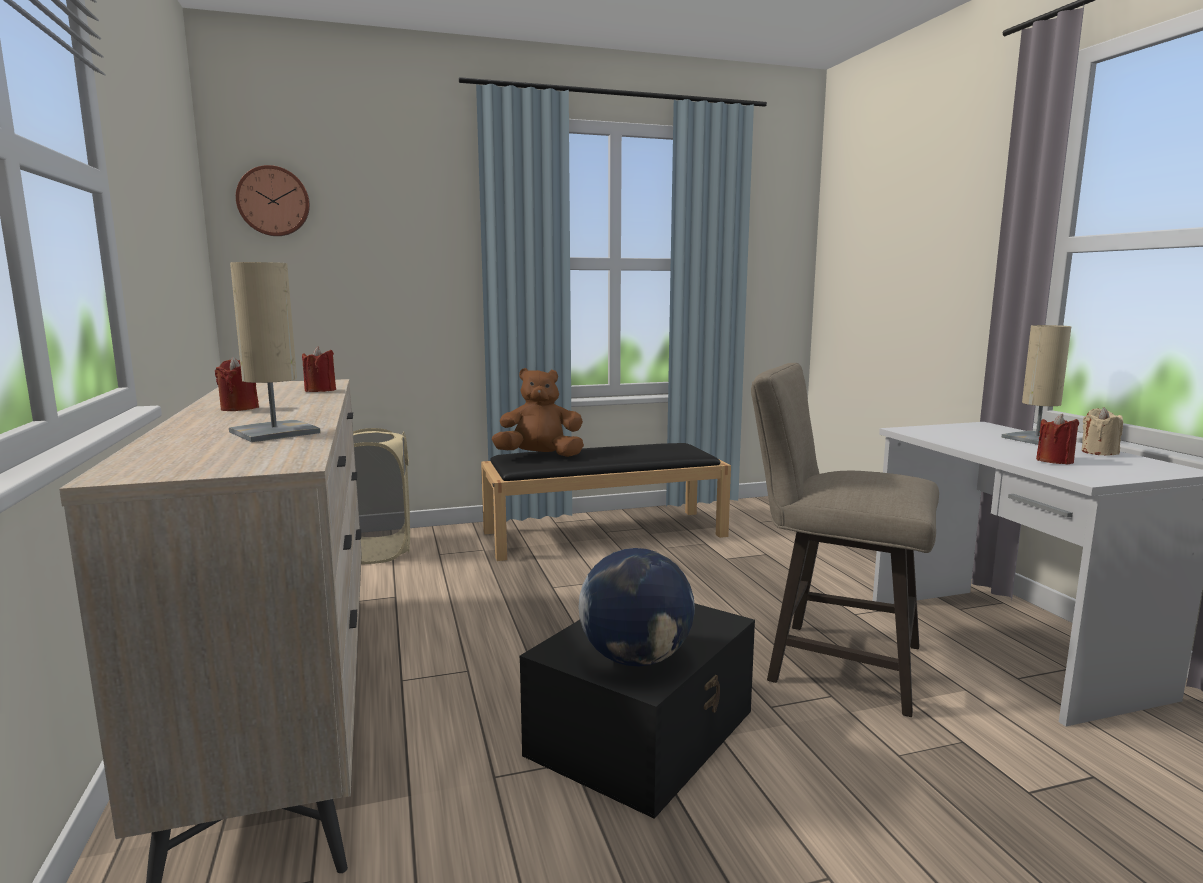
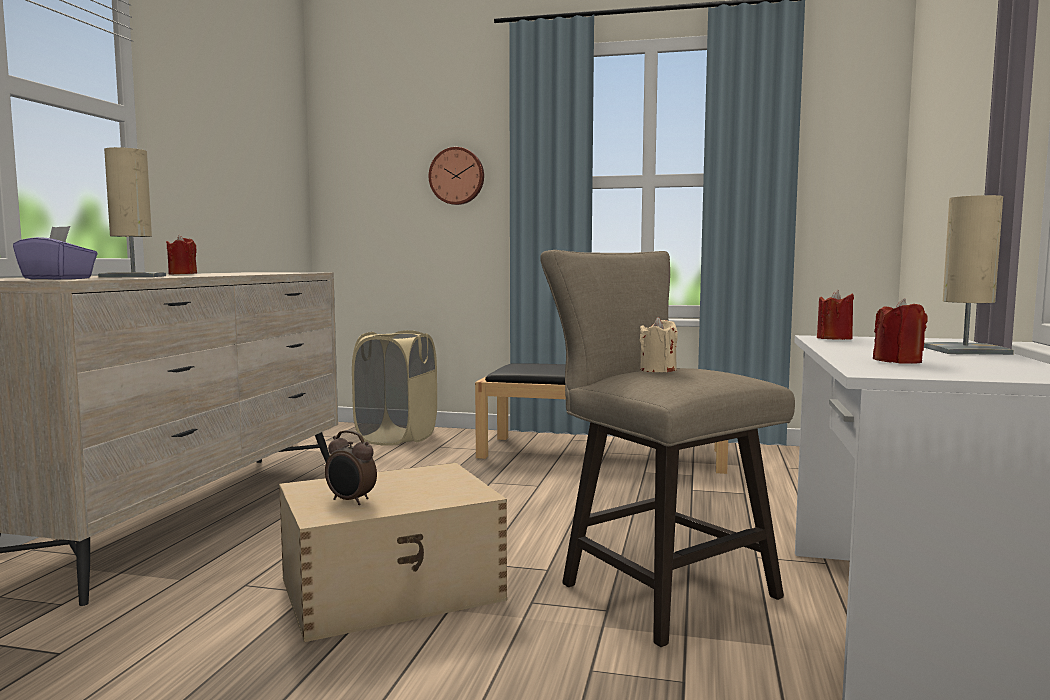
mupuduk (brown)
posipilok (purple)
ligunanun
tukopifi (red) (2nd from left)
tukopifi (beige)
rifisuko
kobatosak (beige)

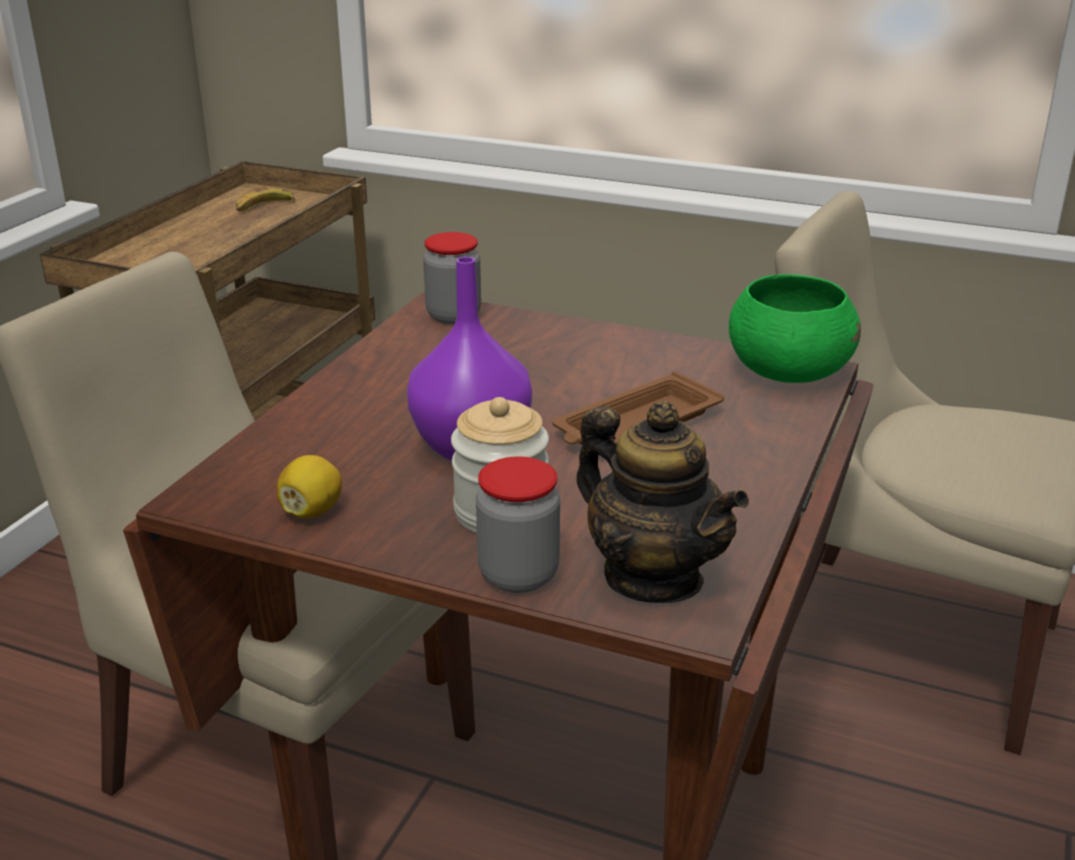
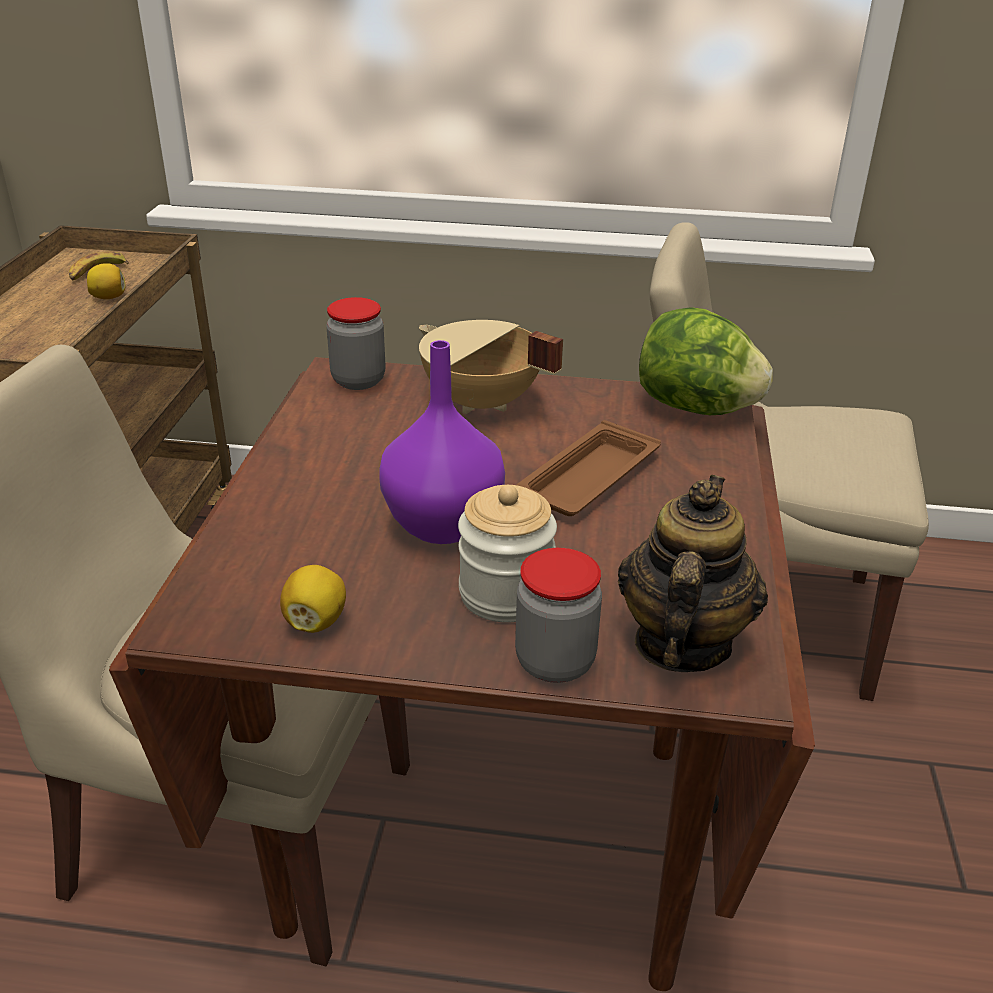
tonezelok (1st from left)
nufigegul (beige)
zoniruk
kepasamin

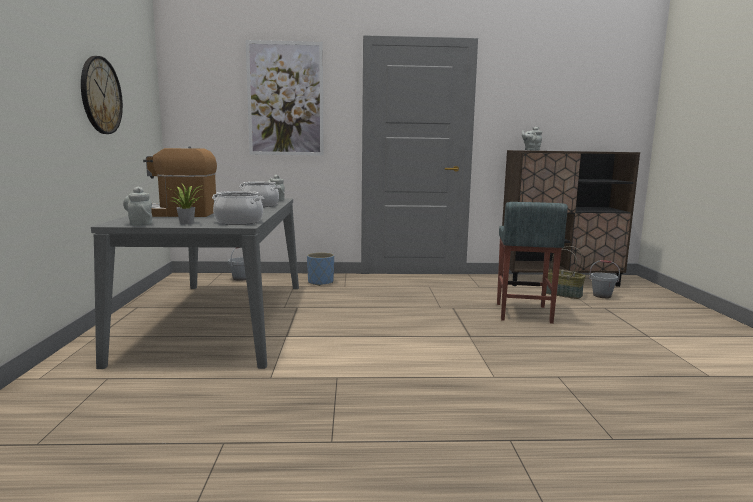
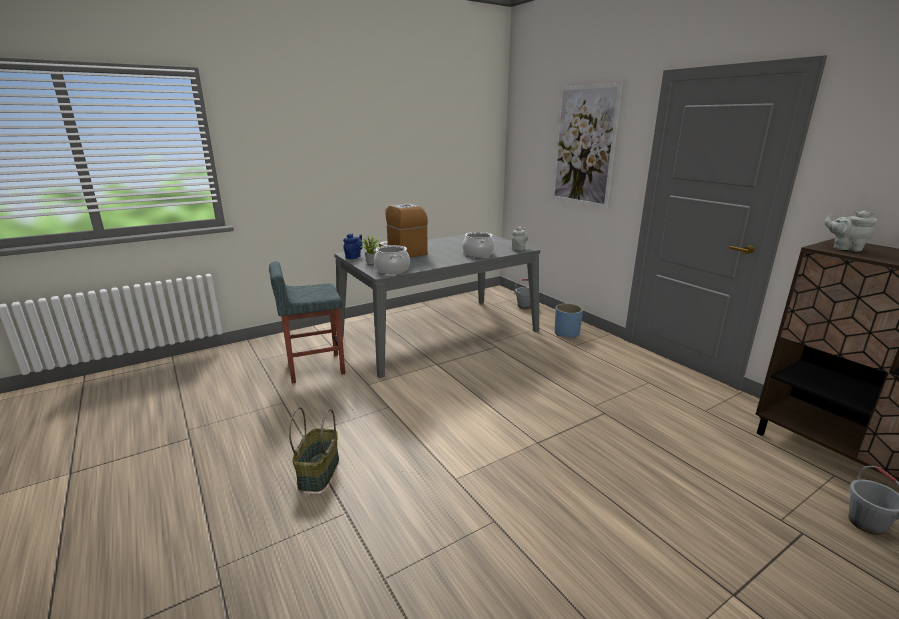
ligunanun
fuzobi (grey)
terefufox
kepasamin (blue)

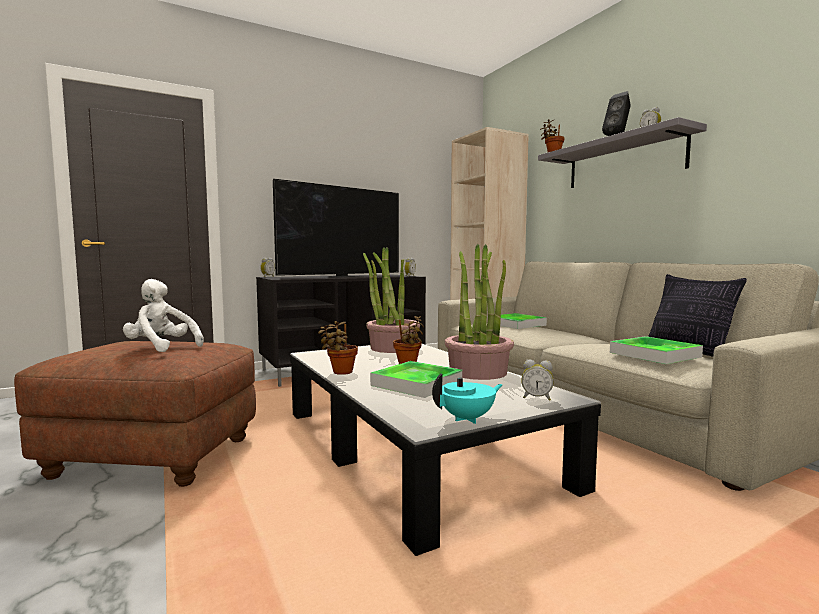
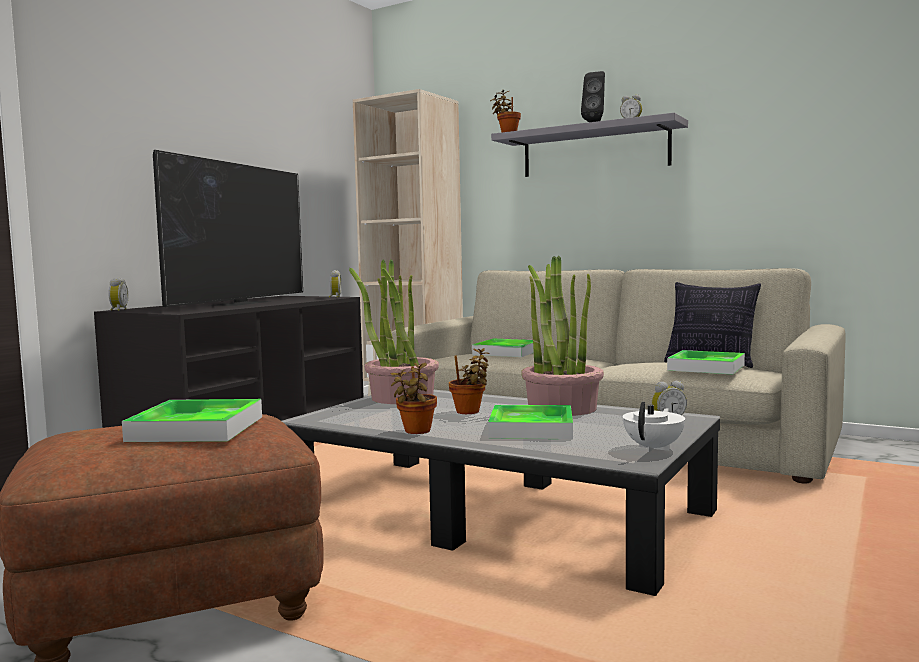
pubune (1st from left)
kepasamin (white)

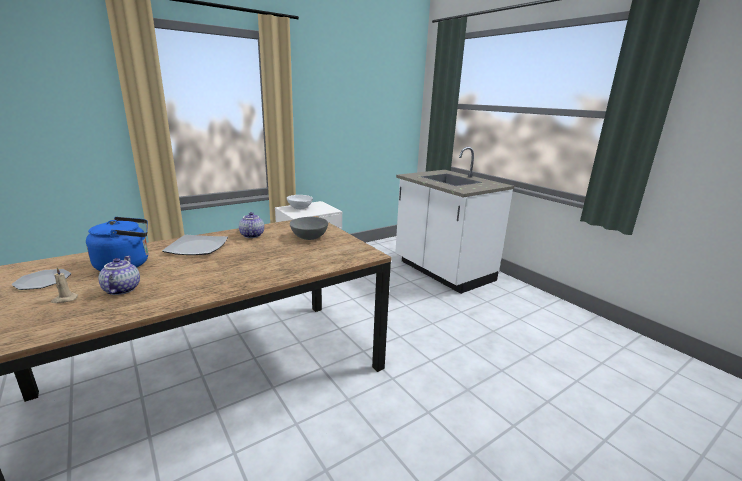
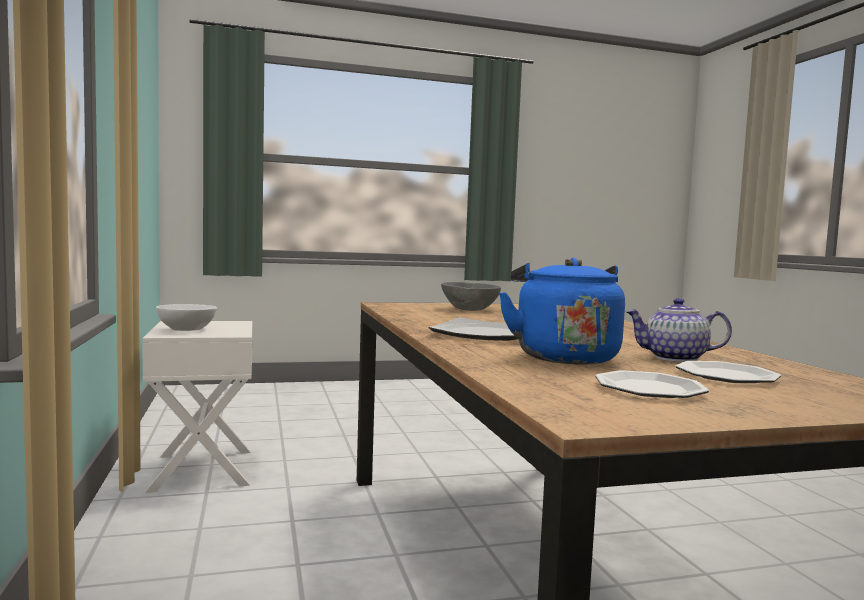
kepasamin (2nd from left in the first image)
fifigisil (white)
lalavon (3rd from left)

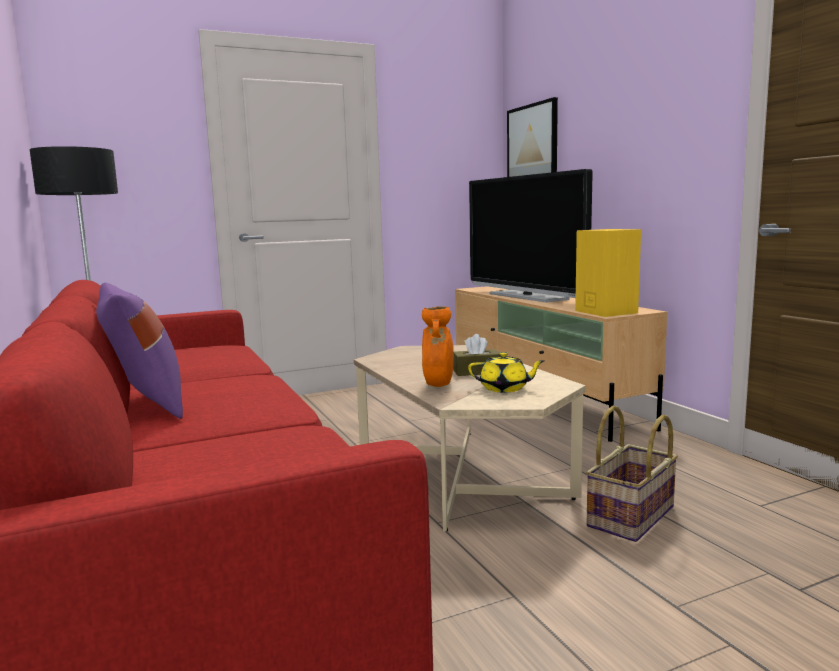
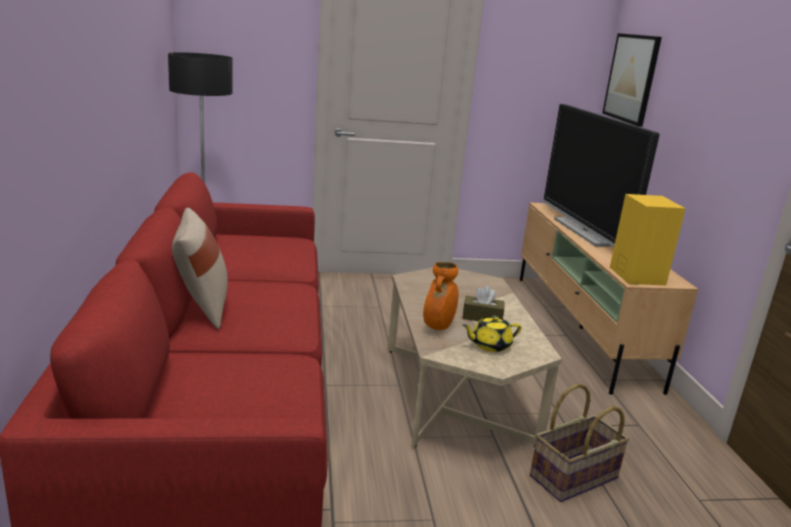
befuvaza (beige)
kepasamin (yellow)

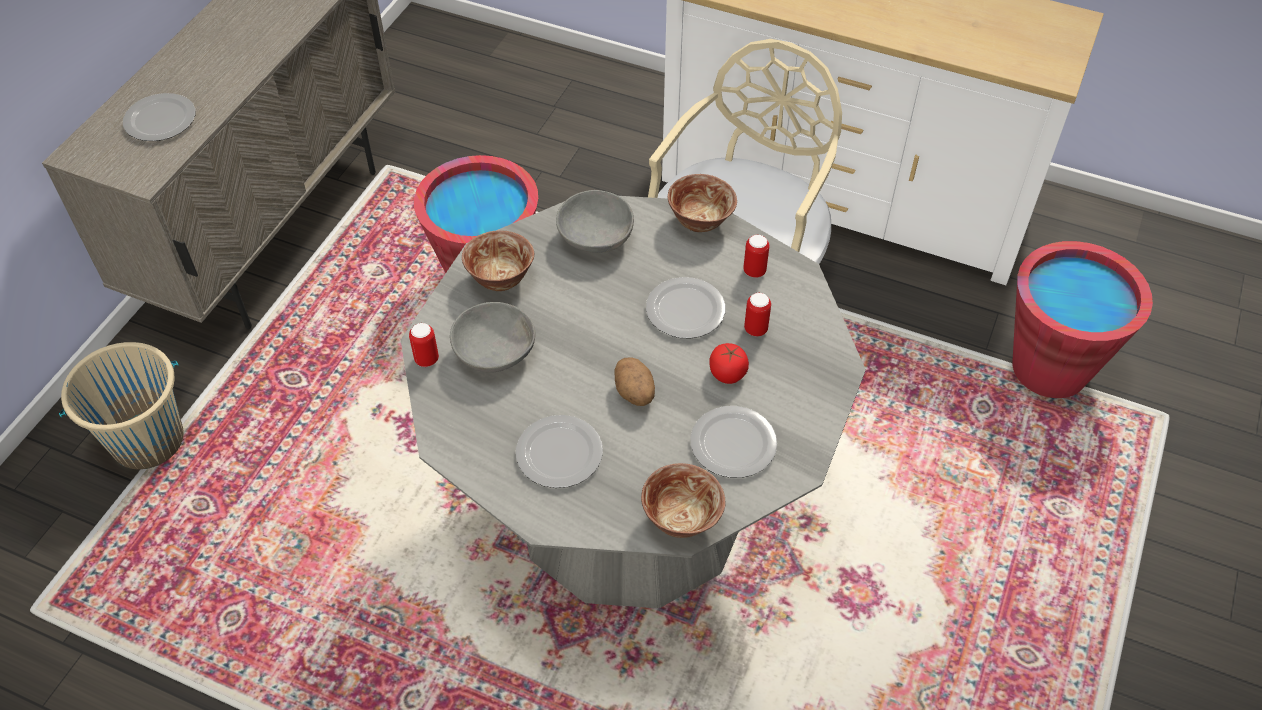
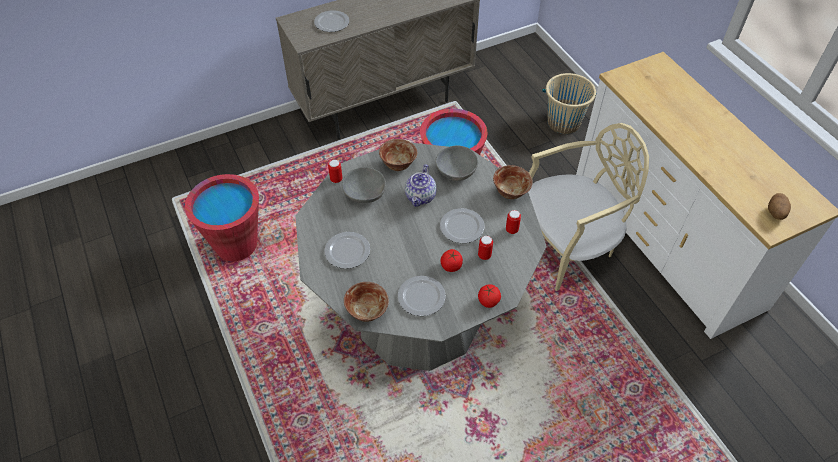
kepasamin
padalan (2nd from left)
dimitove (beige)
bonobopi
dimitove (red) (1st from left)

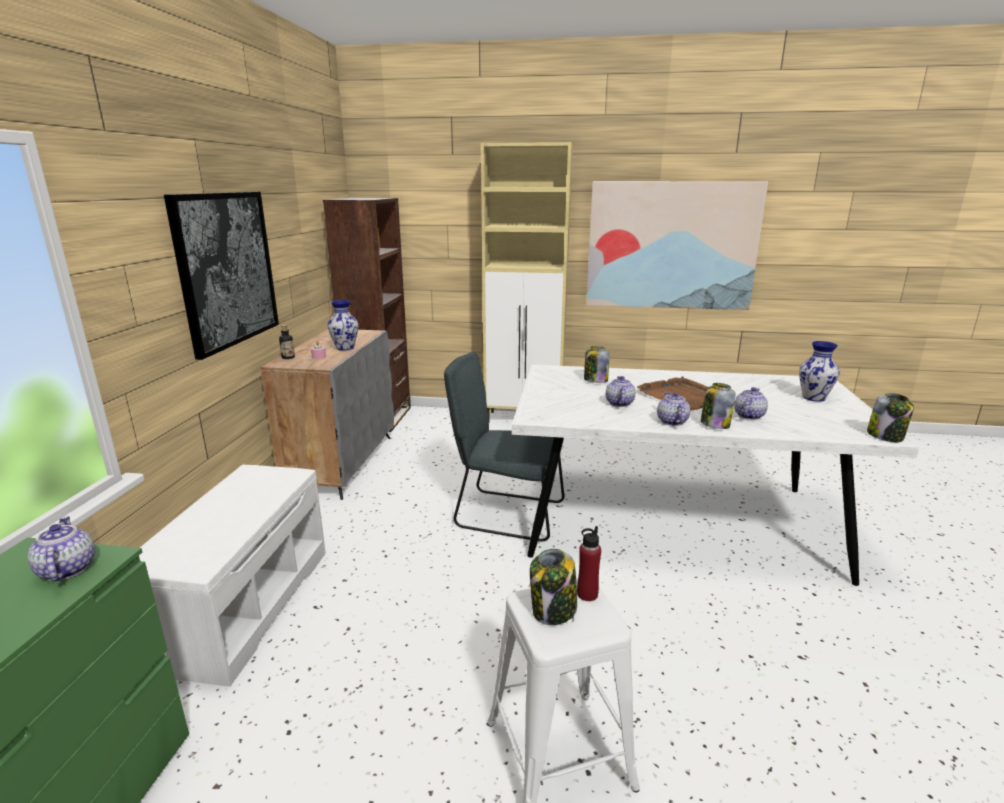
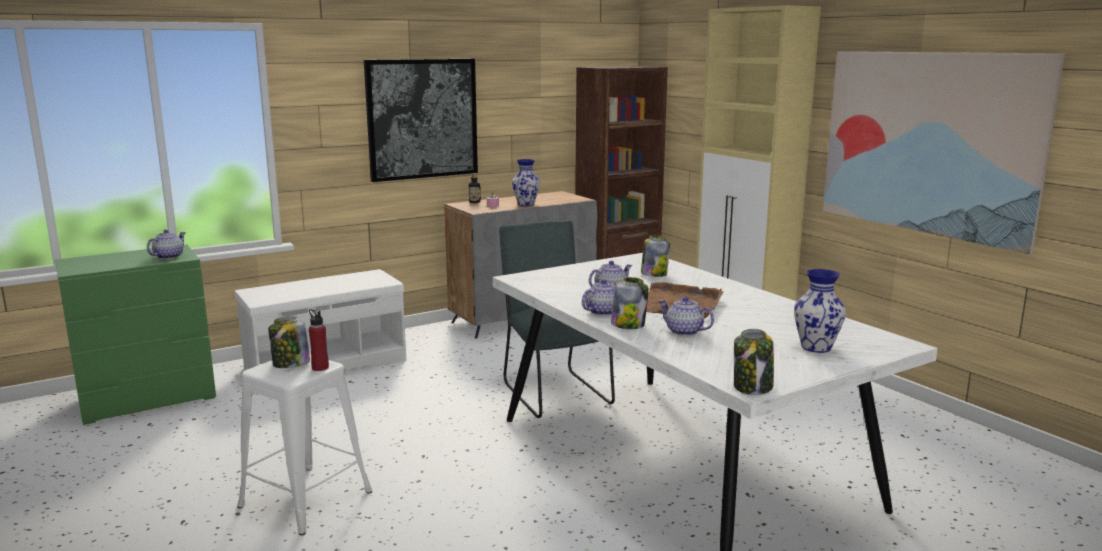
kepasamin (4th from left)

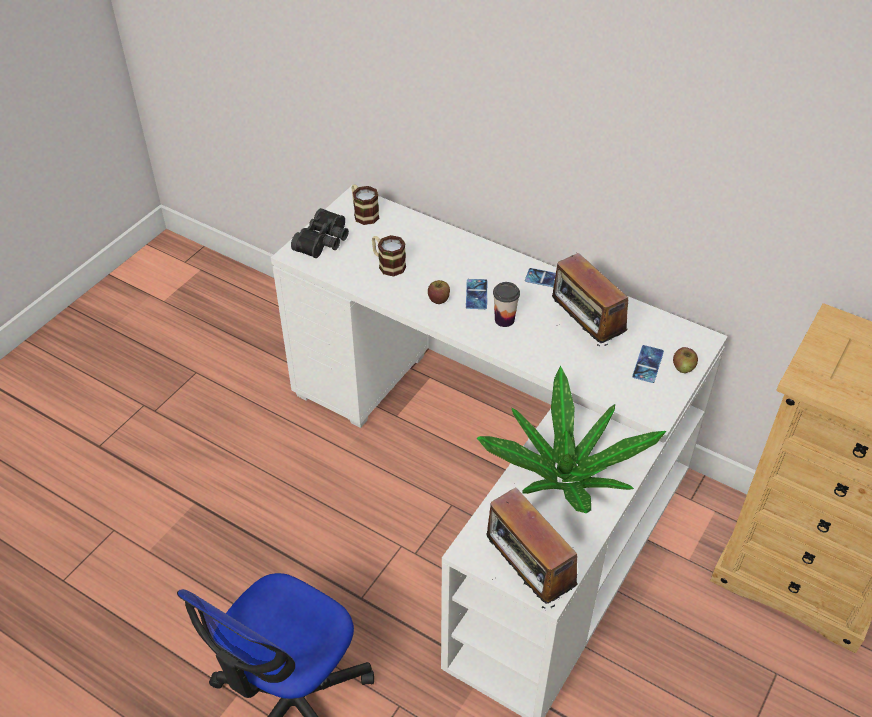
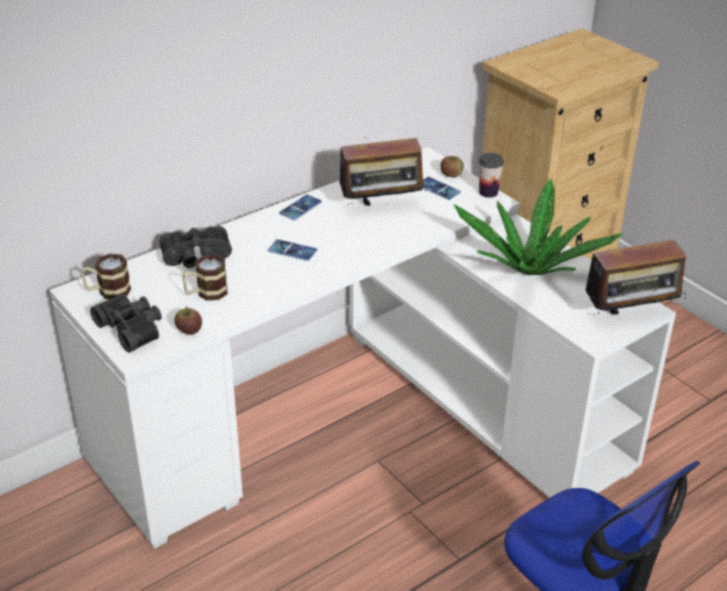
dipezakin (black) (2nd from left)
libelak (1st from left)
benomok

